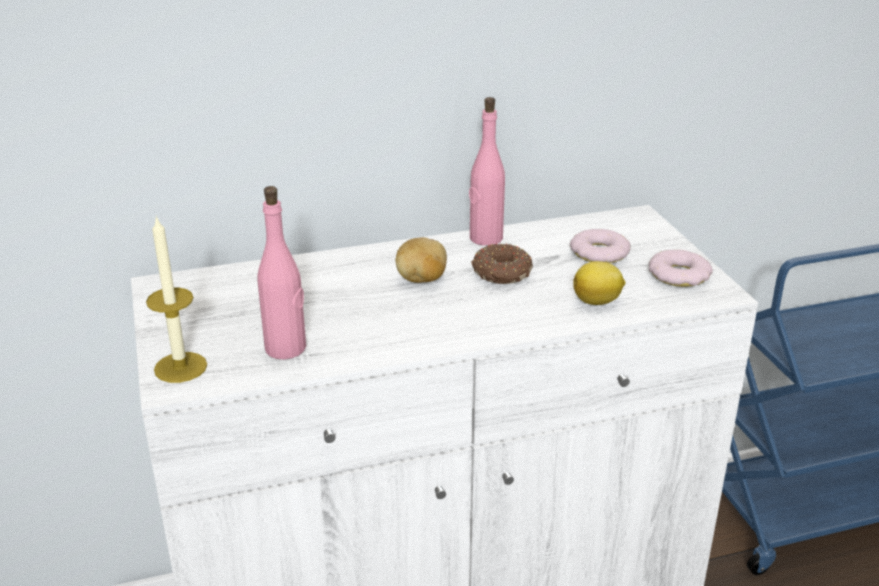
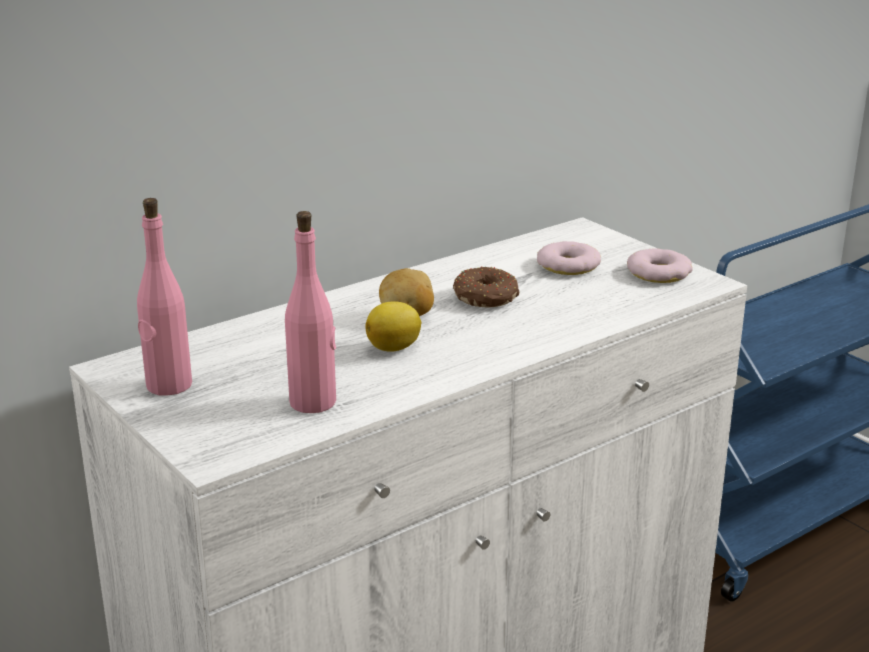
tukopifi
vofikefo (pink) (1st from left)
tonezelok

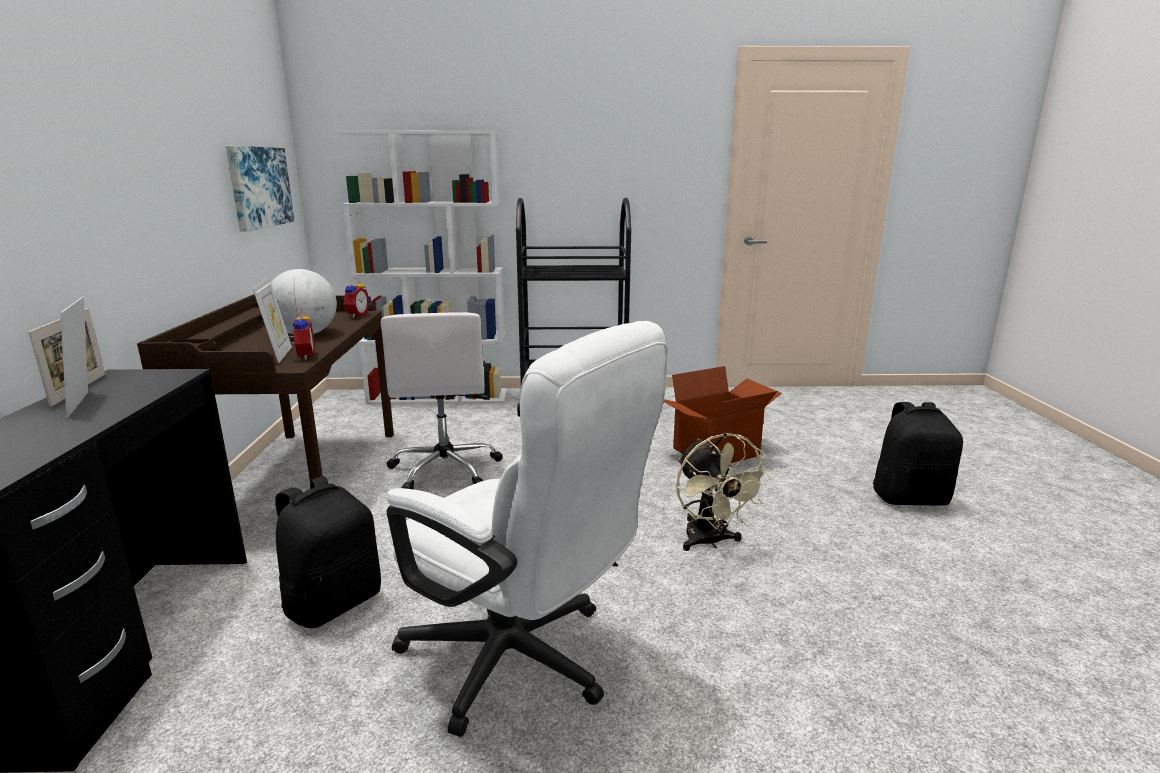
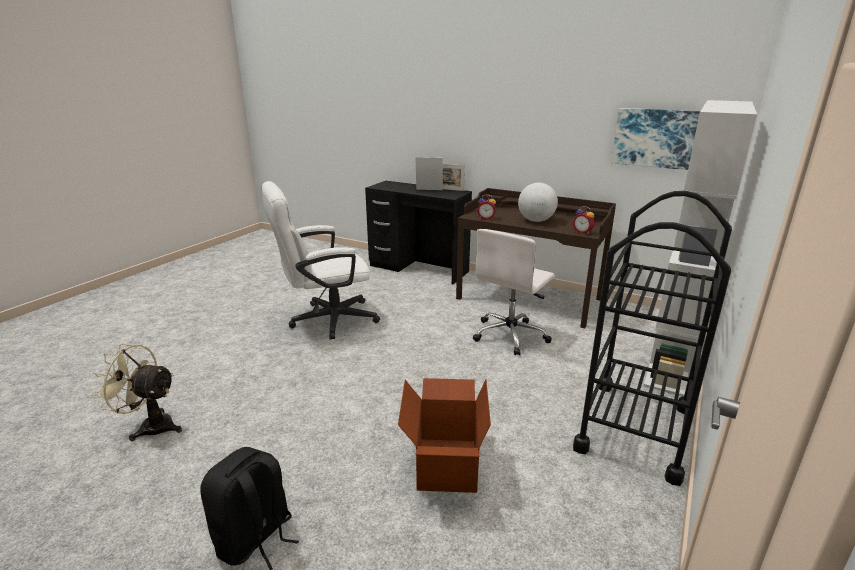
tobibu (3rd from left in the first image)
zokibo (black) (1st from left in the first image)
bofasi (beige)
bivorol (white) (2nd from left)

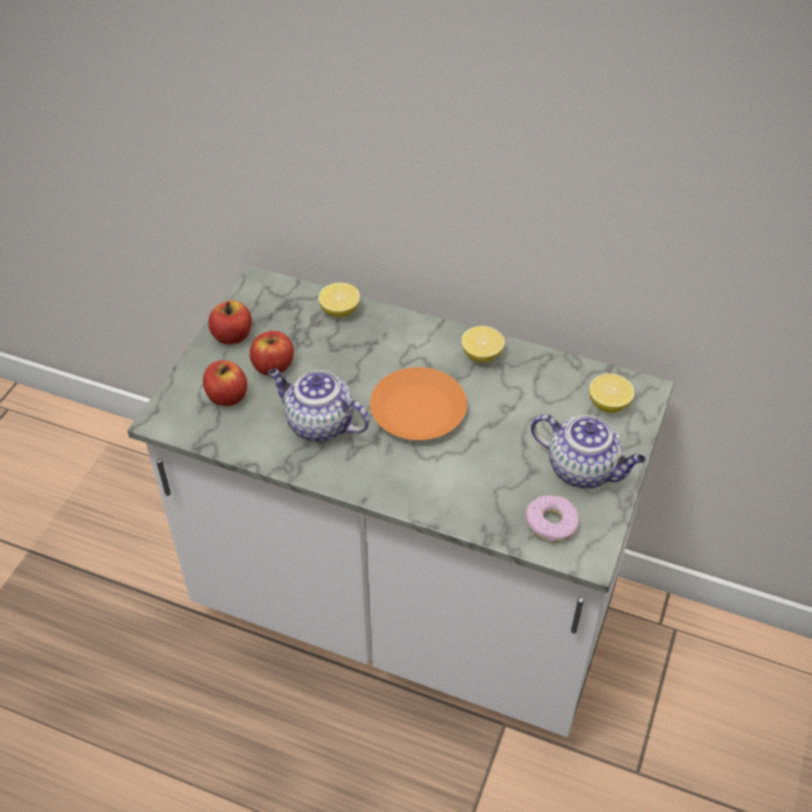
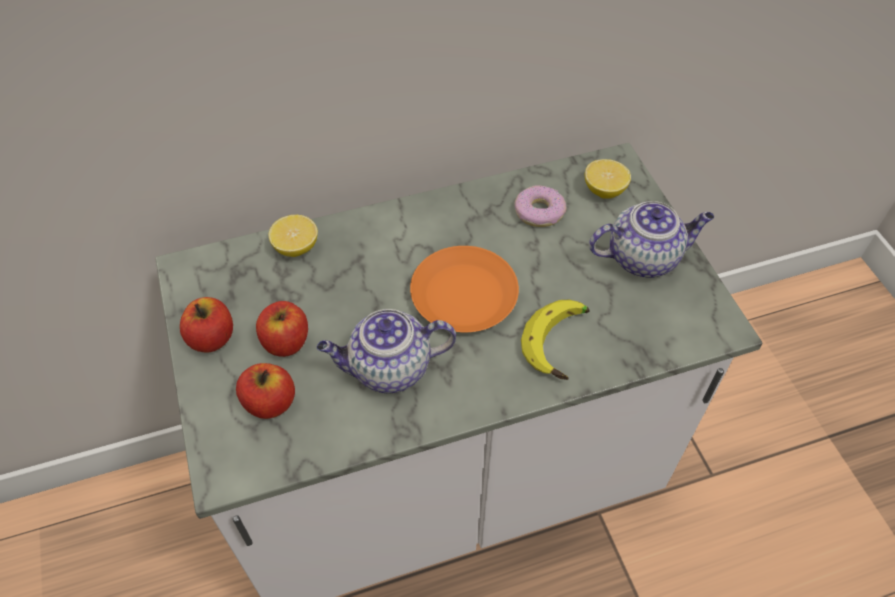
tonezelok (2nd from left in the first image)
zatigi
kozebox

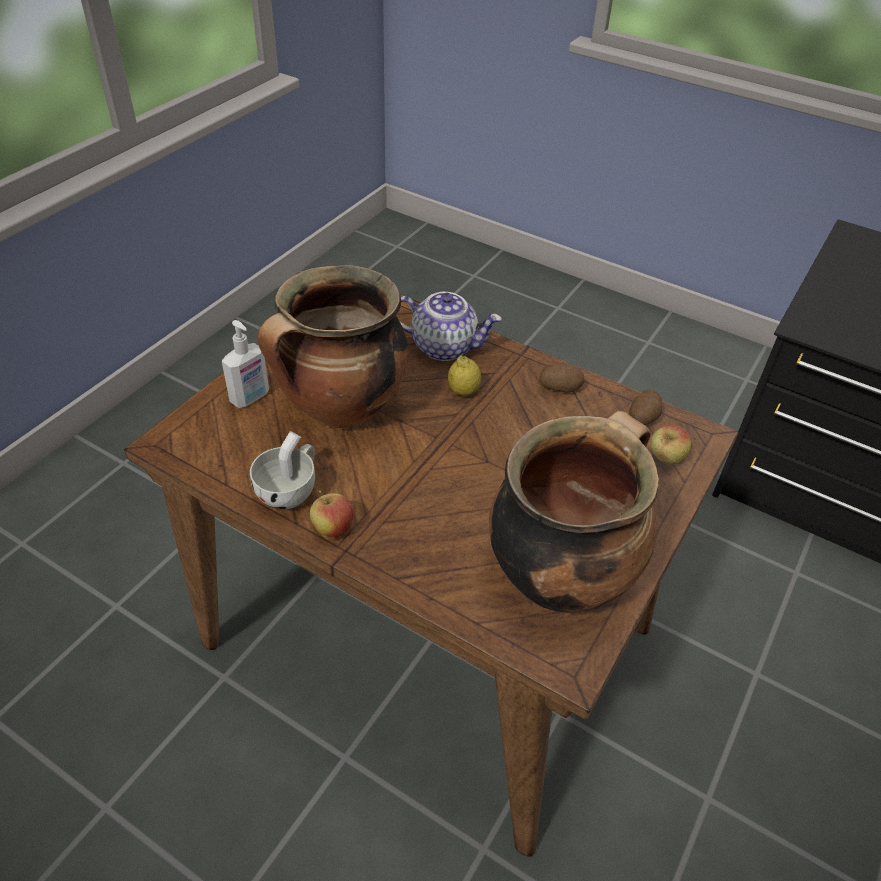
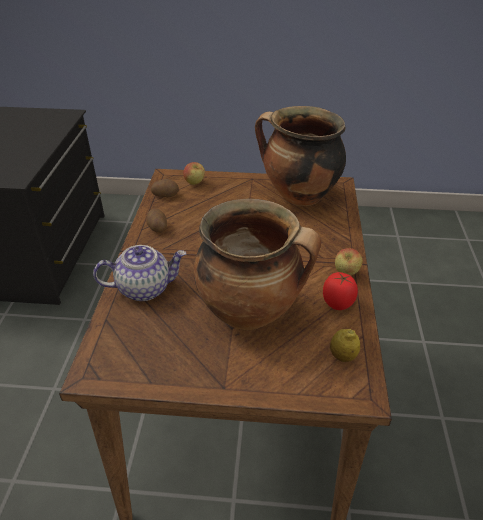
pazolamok
tonezelok
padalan
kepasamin

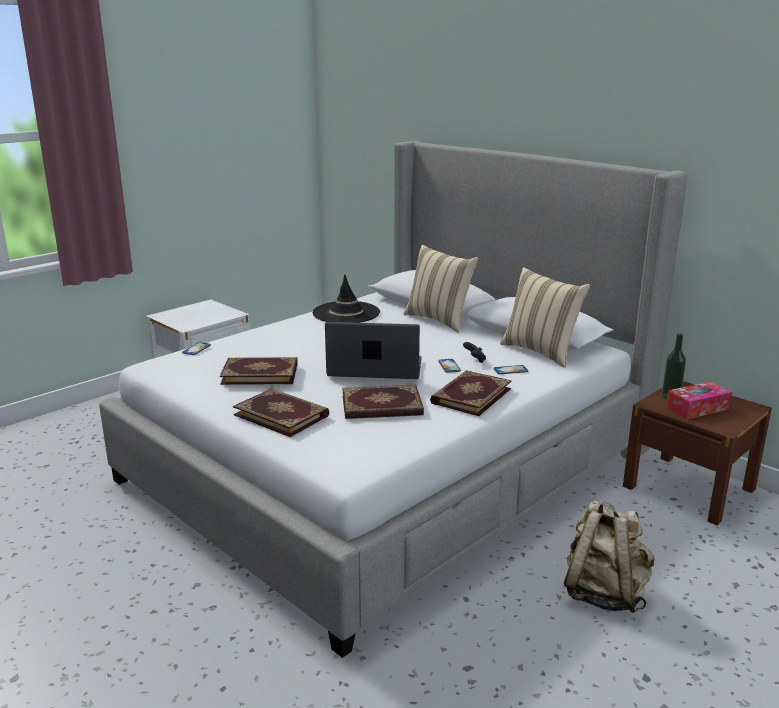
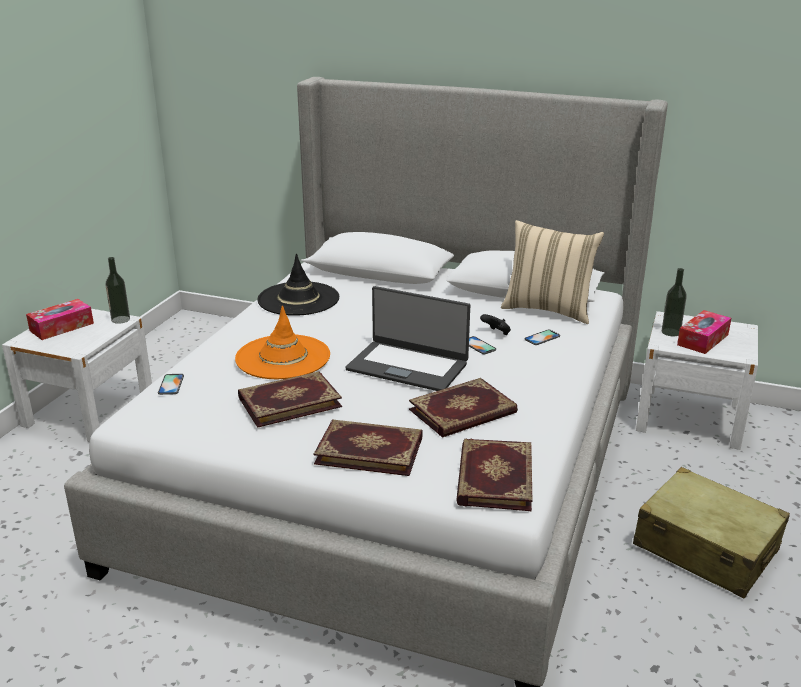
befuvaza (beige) (1st from left in the first image)
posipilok (1st from left)
vofikefo (1st from left)
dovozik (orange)
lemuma (4th from left)
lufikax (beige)
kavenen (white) (2nd from left)
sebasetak

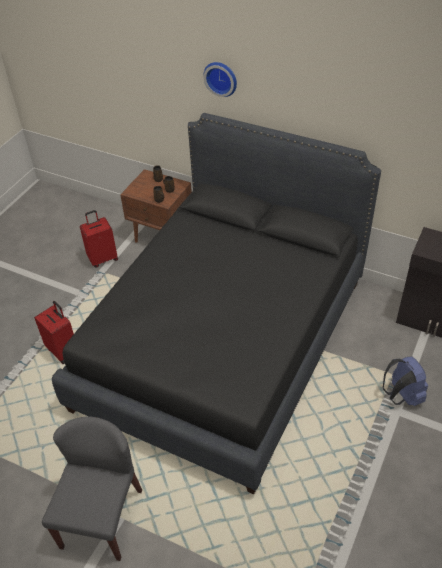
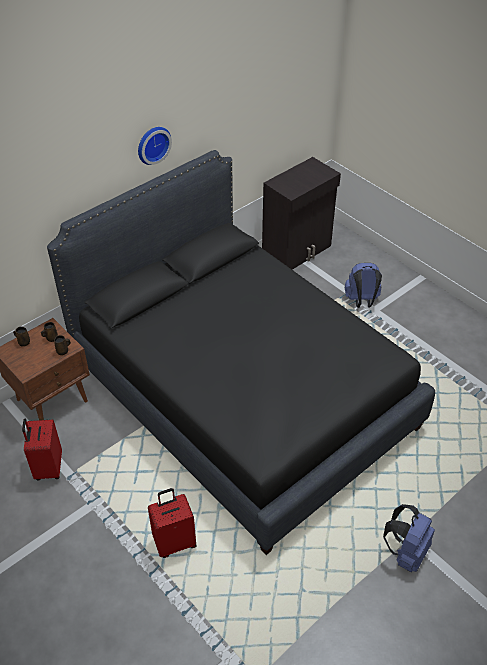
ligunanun
zokibo (blue) (2nd from left)

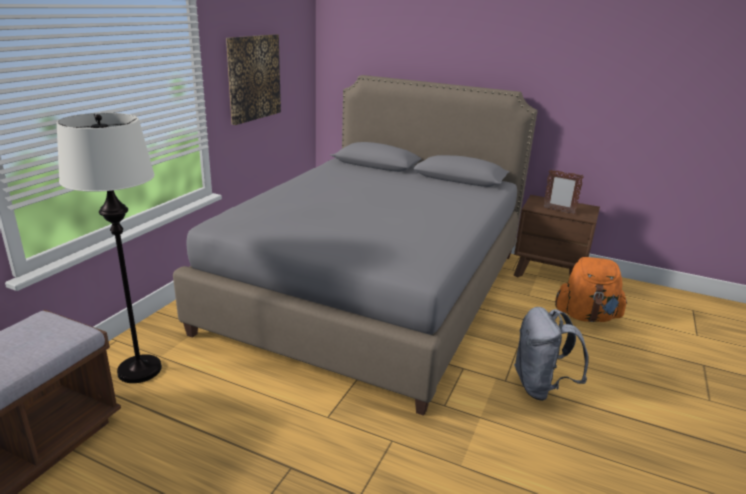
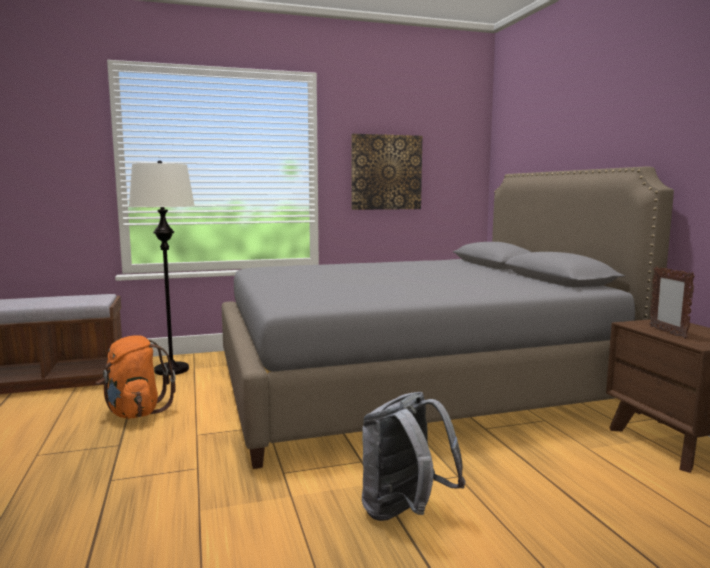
zokibo (orange)

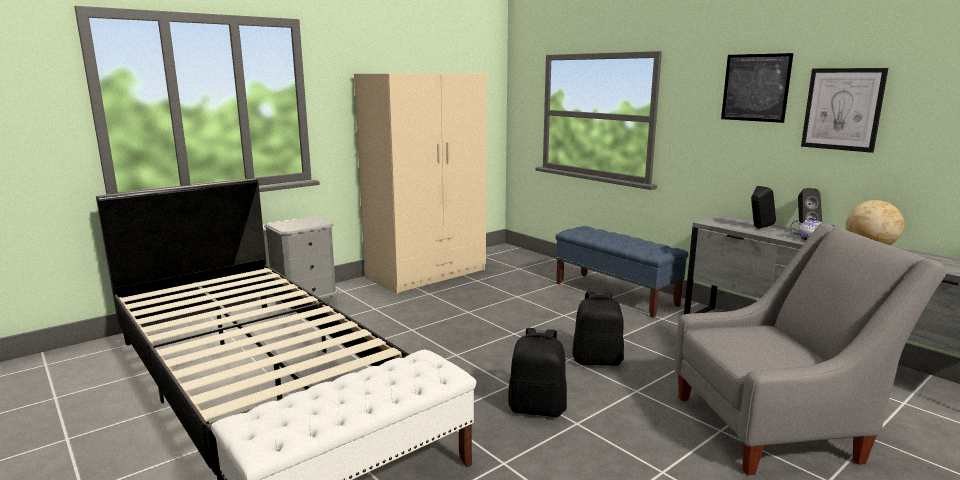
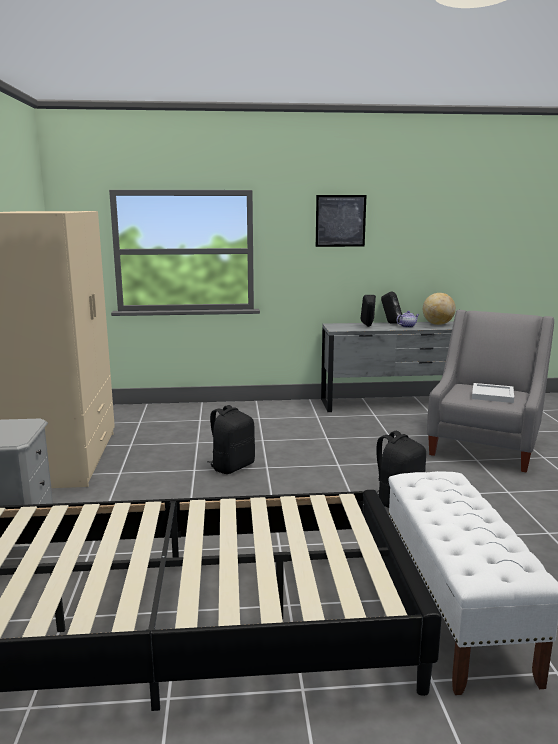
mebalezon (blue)
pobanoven (2nd from left in the first image)
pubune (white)
zokibo (black) (1st from left)

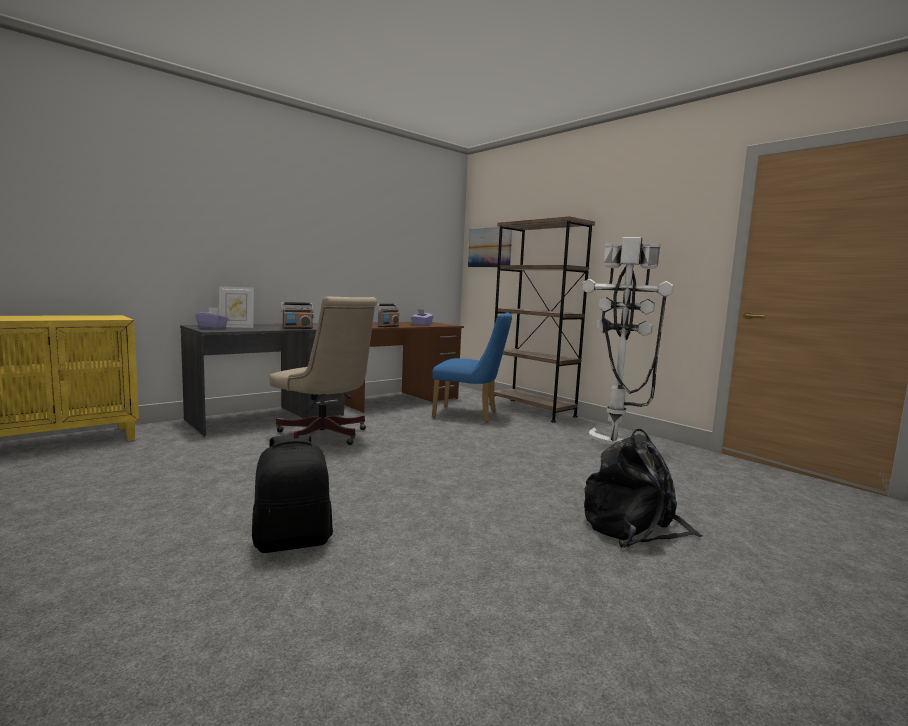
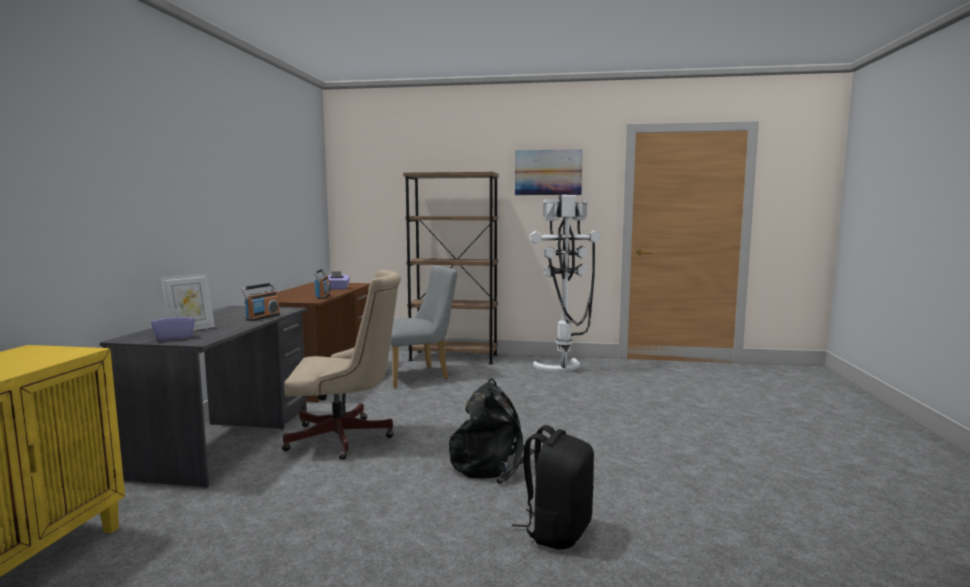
pobanoven
zokibo (black) (1st from left)
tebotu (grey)

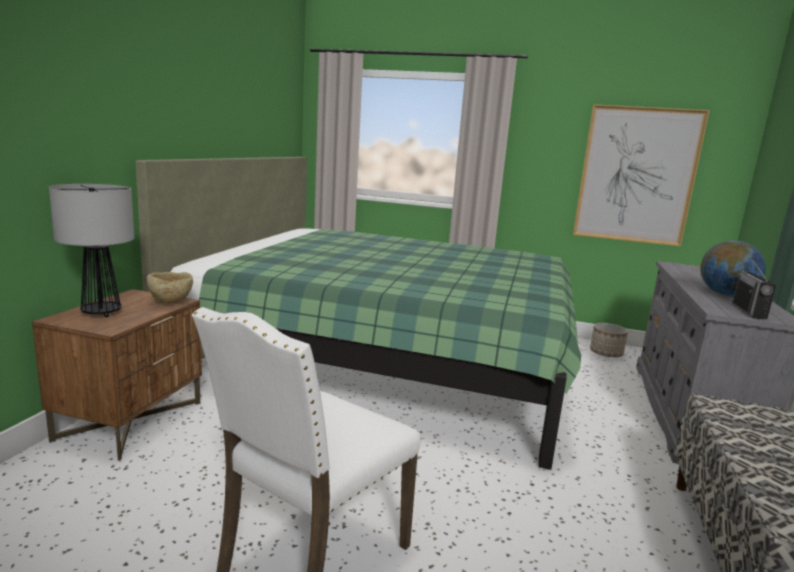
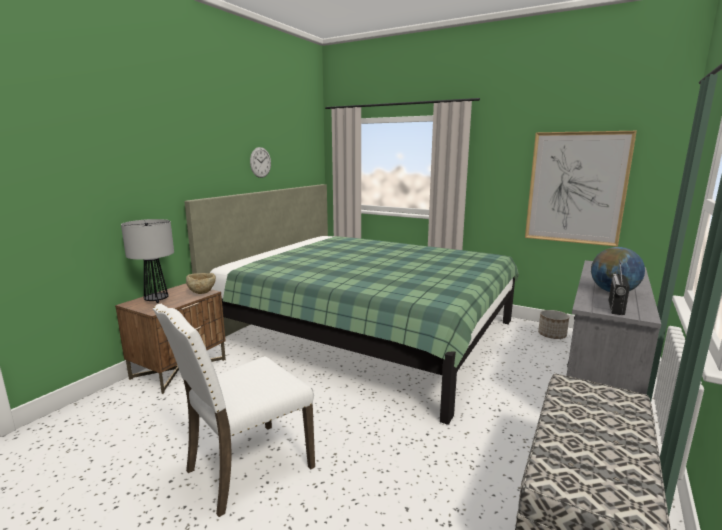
ligunanun

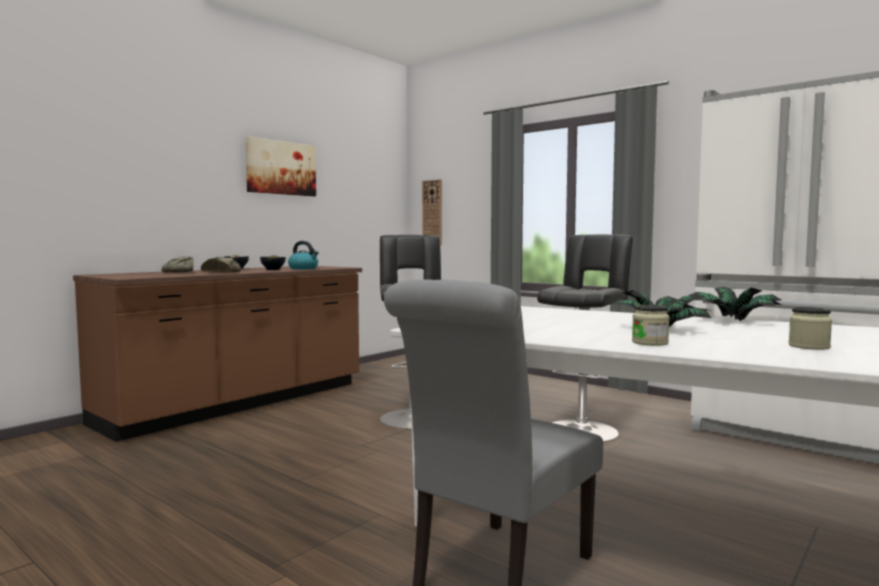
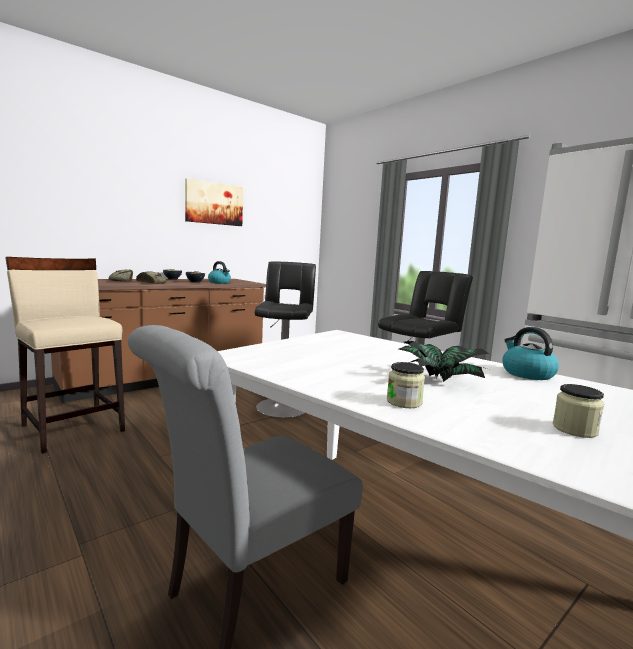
ligunanun
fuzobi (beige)
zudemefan (2nd from left)

